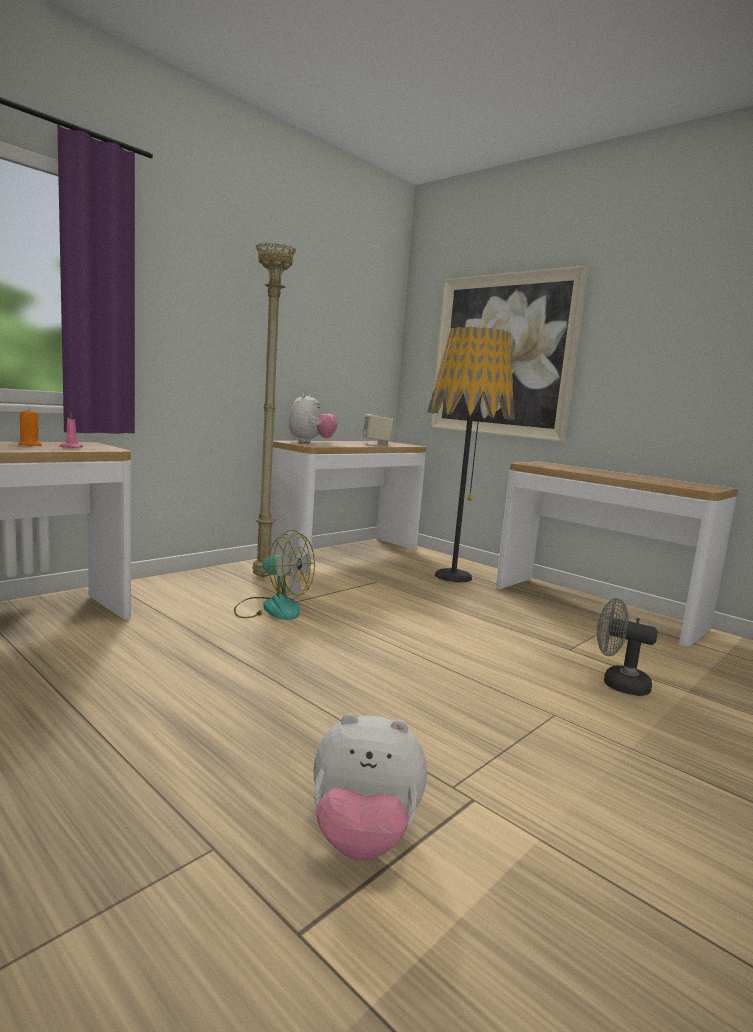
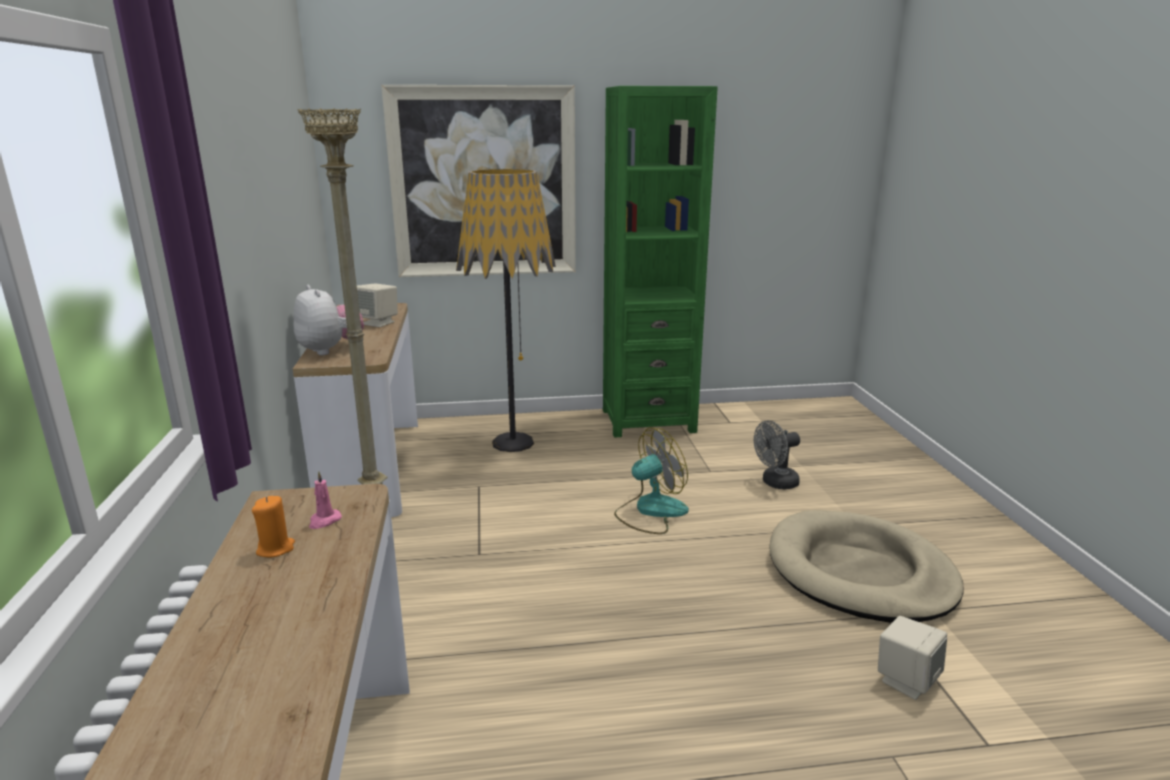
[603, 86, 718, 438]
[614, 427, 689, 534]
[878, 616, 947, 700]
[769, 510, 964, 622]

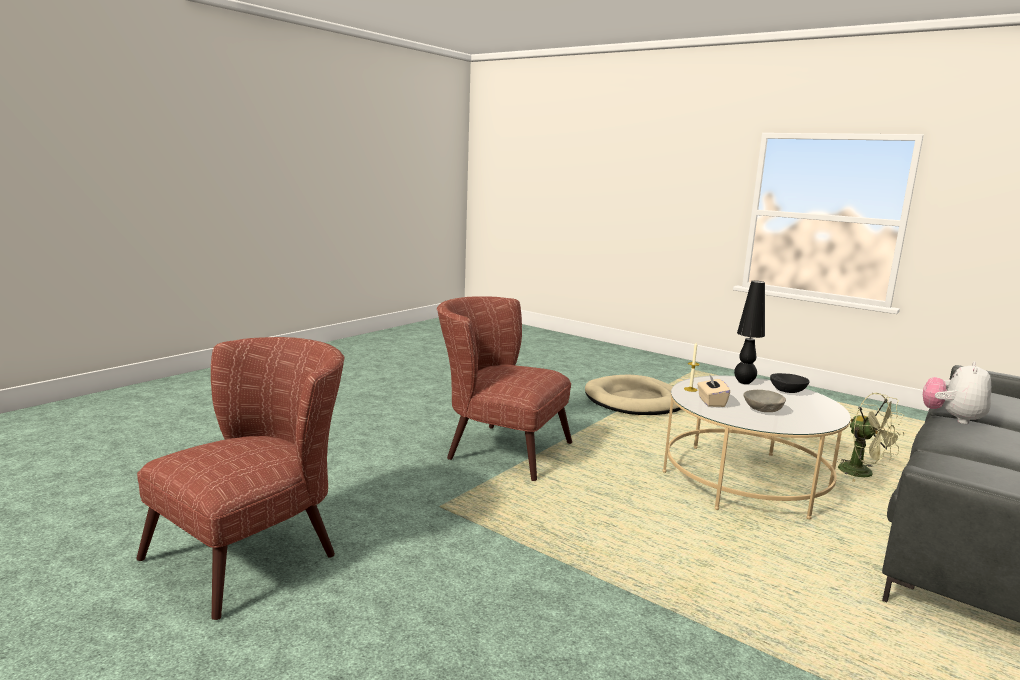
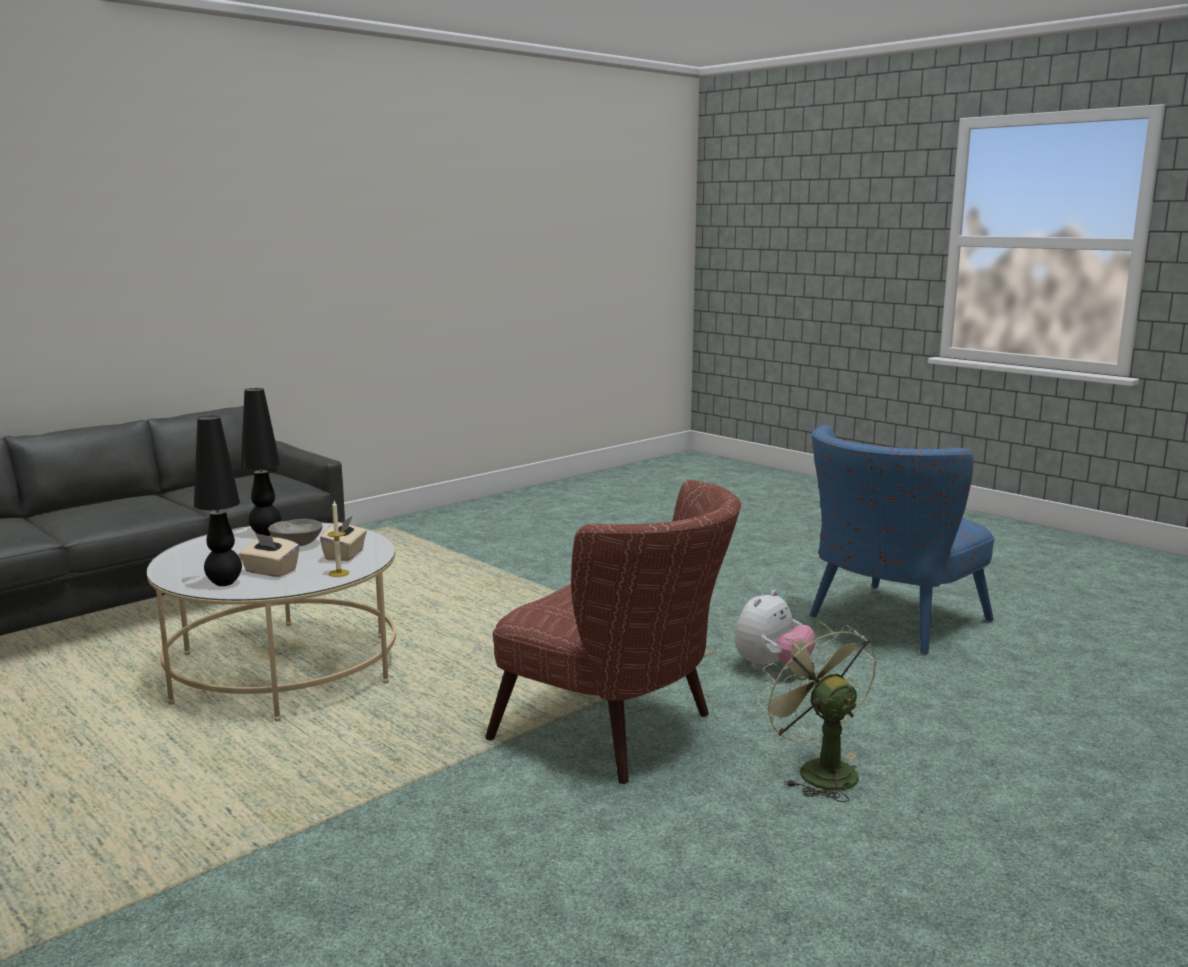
[810, 425, 995, 654]
[735, 590, 816, 670]
[770, 373, 810, 393] (first image)
[585, 374, 681, 415] (first image)
[757, 622, 877, 802]
[240, 388, 281, 536]
[239, 533, 300, 577]

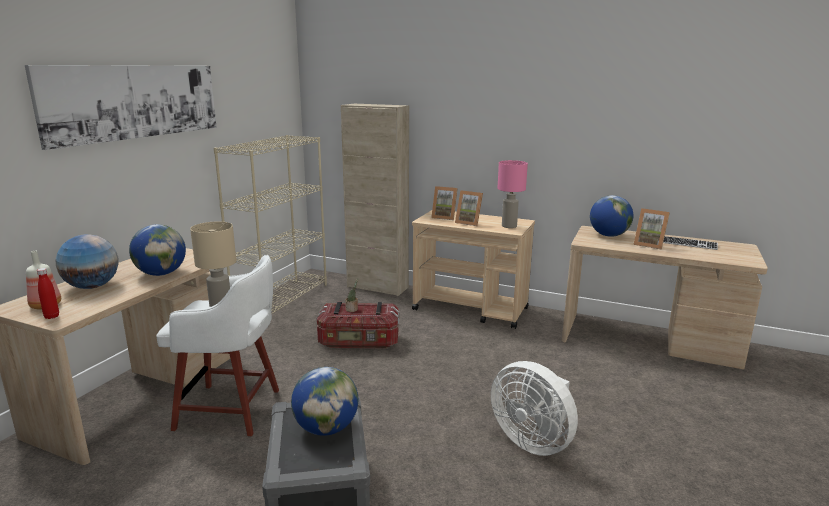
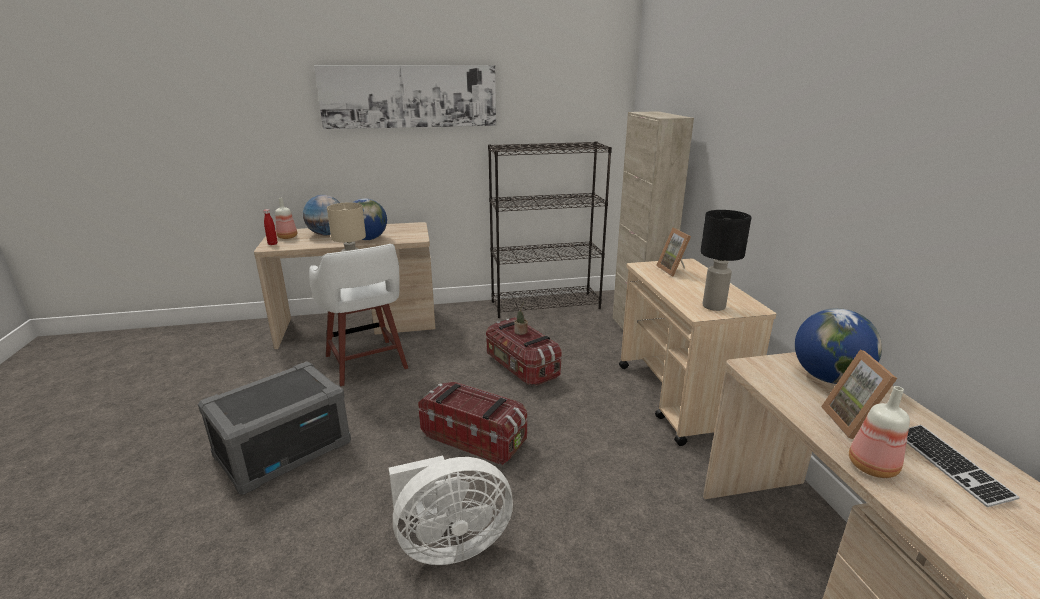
[488, 141, 612, 318]
[700, 210, 751, 311]
[455, 190, 483, 226] (first image)
[389, 456, 513, 565]
[291, 367, 358, 436] (first image)
[418, 382, 527, 465]
[849, 386, 910, 478]

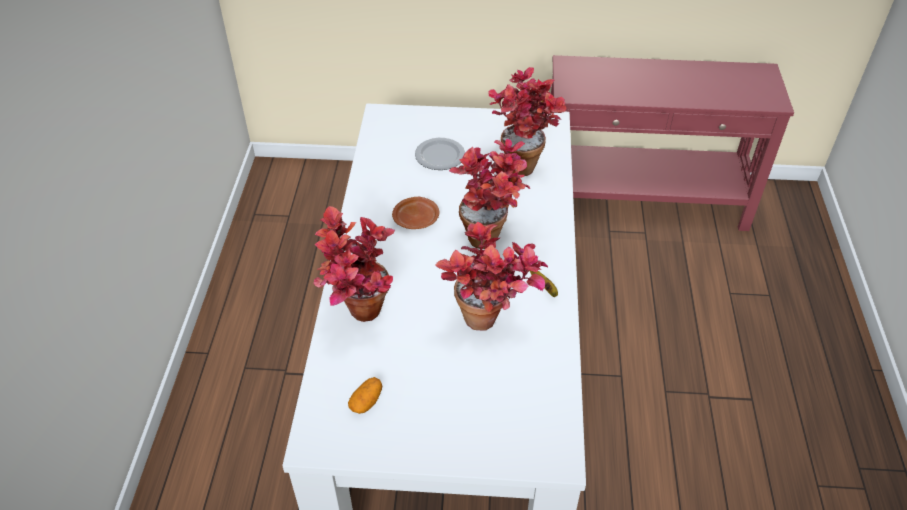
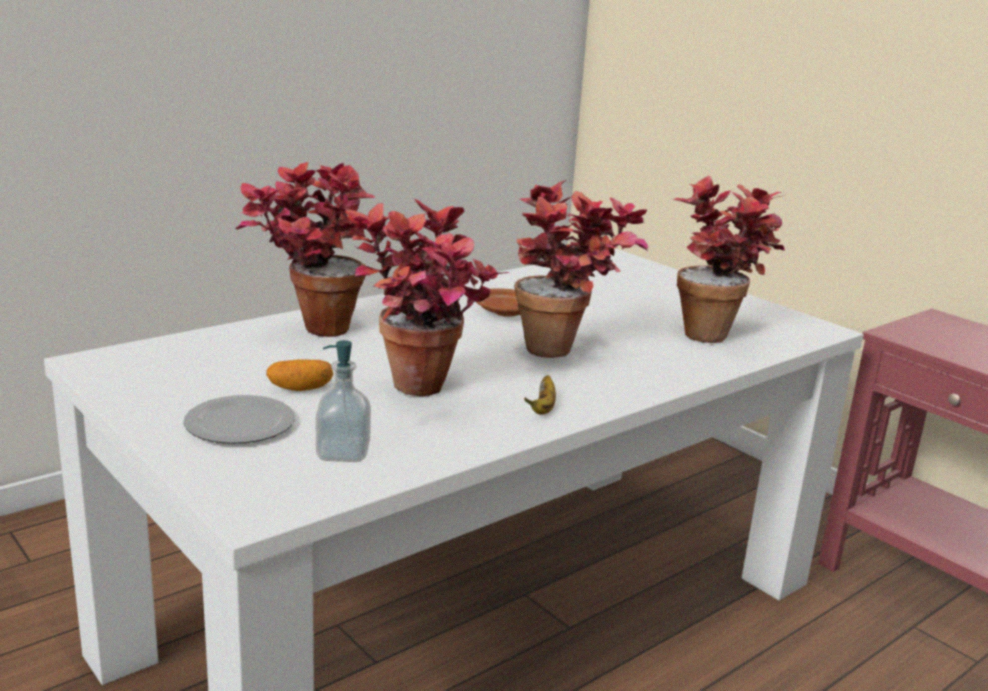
[183, 395, 295, 444]
[266, 359, 333, 391]
[316, 340, 371, 462]

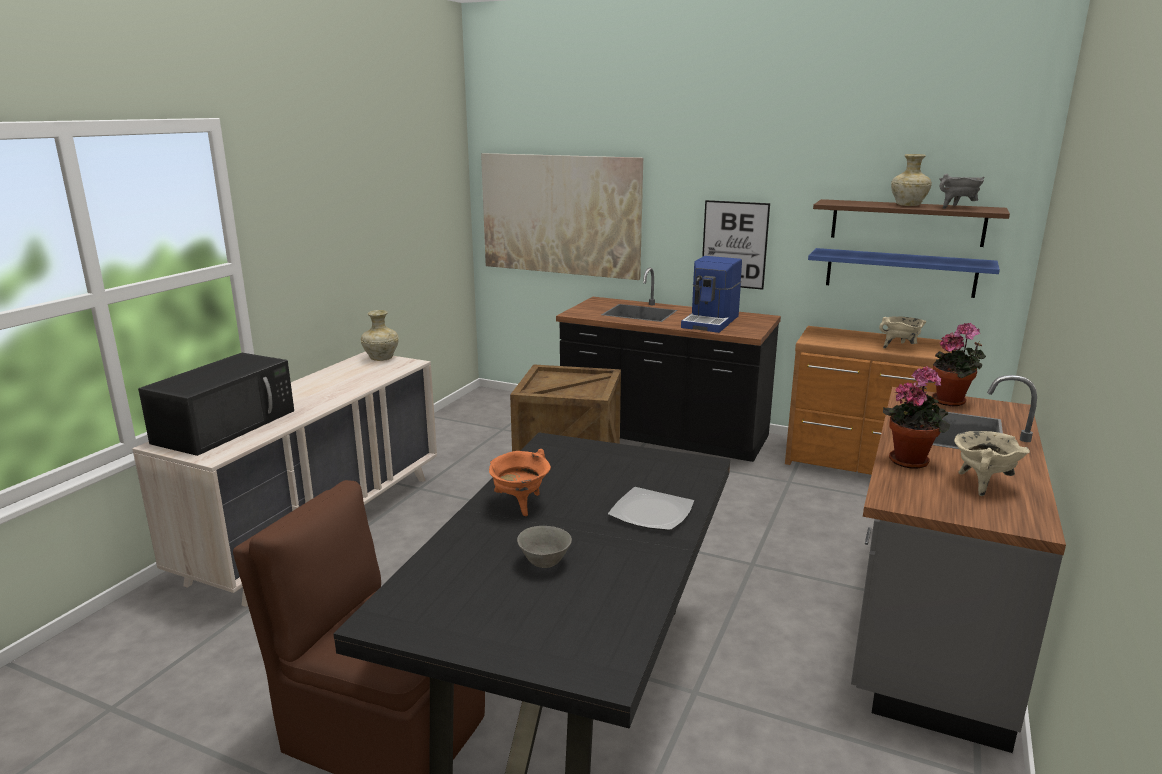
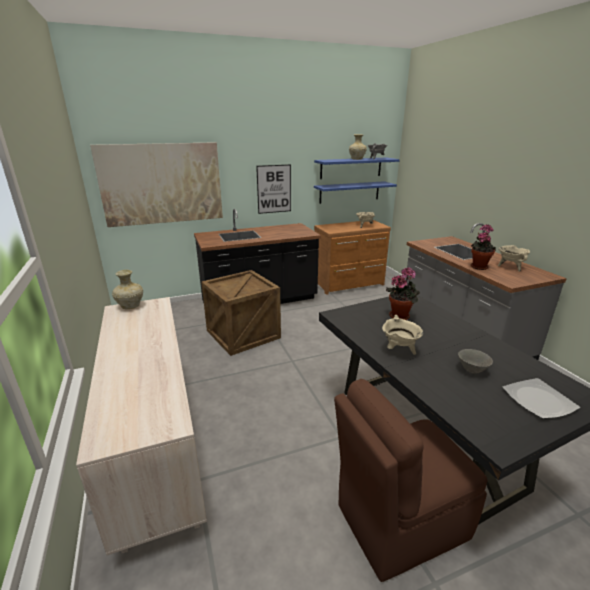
[314, 157, 400, 179]
[681, 256, 742, 333] (first image)
[386, 268, 420, 320]
[138, 353, 294, 456] (first image)
[382, 315, 423, 355]
[502, 378, 580, 419]

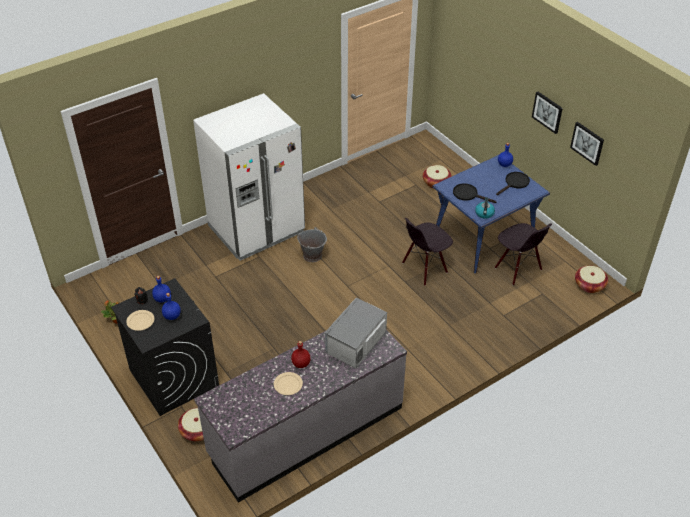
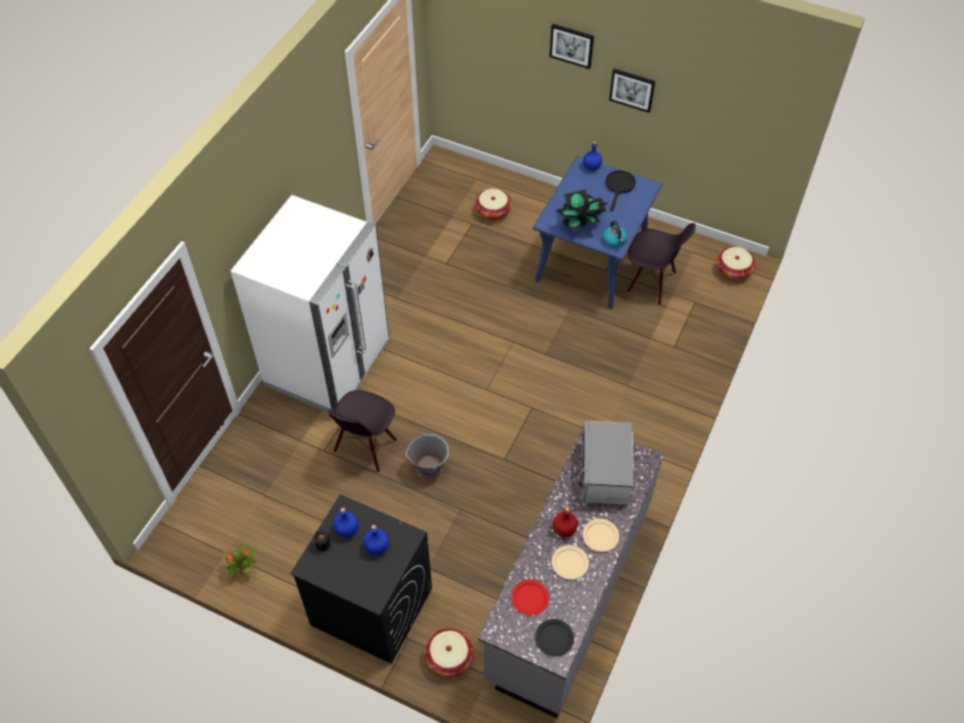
[549, 24, 594, 69]
[556, 189, 608, 232]
[328, 390, 397, 473]
[406, 432, 449, 480]
[583, 519, 619, 552]
[511, 580, 549, 615]
[535, 619, 574, 656]

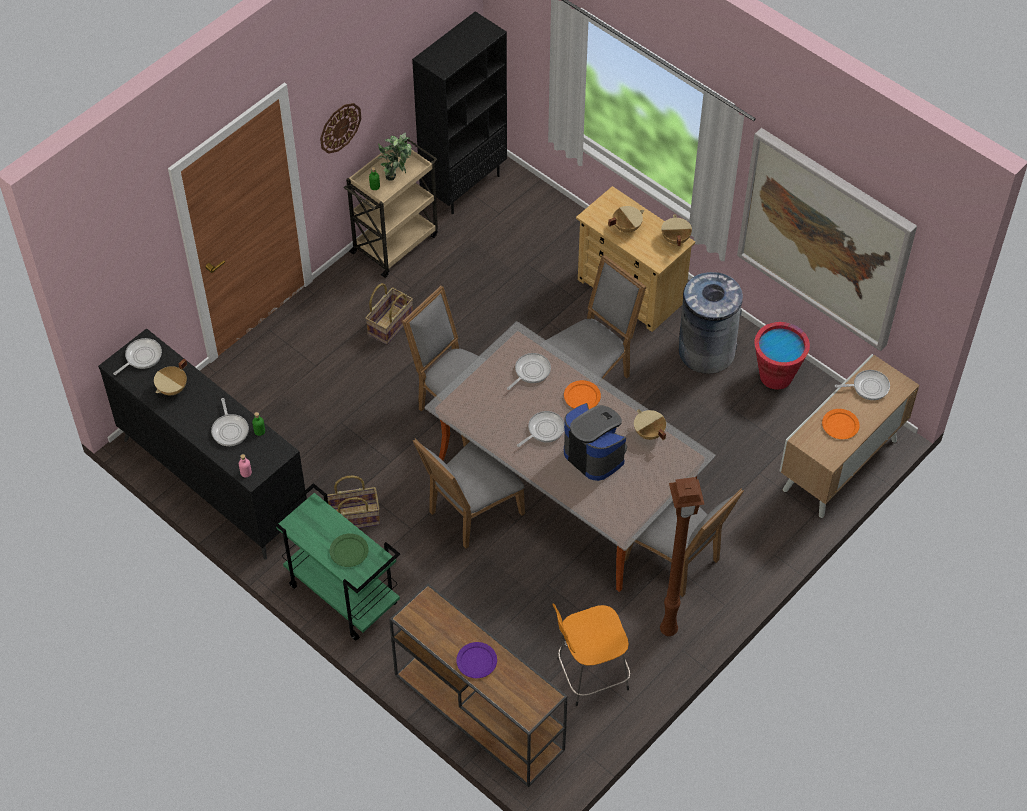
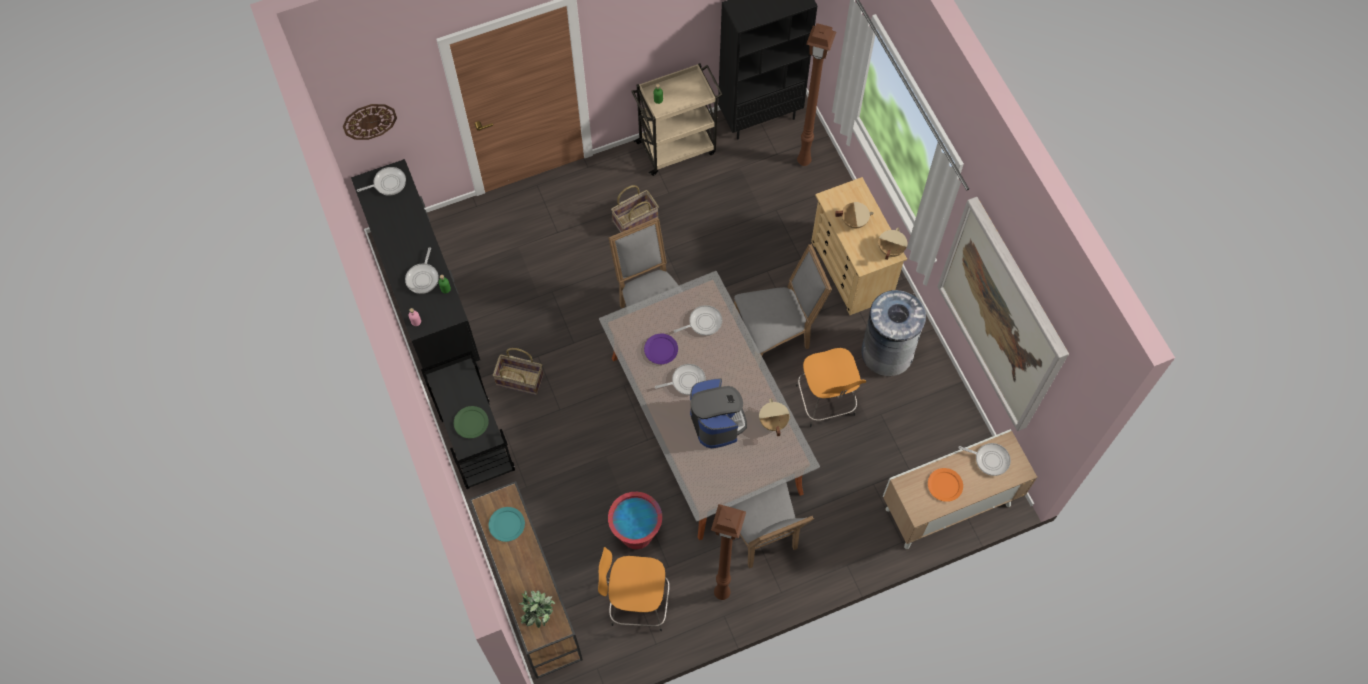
[343, 104, 397, 140]
[519, 590, 555, 628]
[608, 492, 662, 549]
[154, 359, 187, 395] (first image)
[564, 380, 601, 409] (first image)
[413, 439, 525, 549] (first image)
[421, 351, 515, 489]
[644, 334, 678, 364]
[797, 23, 836, 166]
[796, 348, 866, 427]
[489, 507, 525, 542]

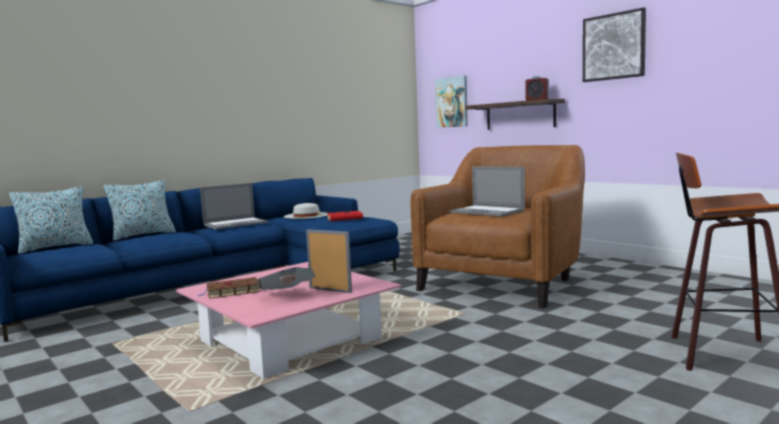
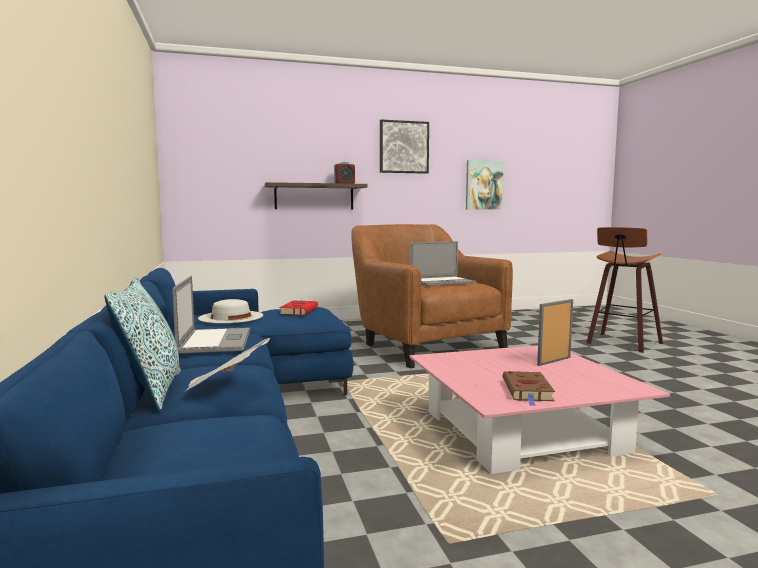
[466, 160, 504, 210]
[9, 186, 93, 254] (first image)
[186, 338, 270, 391]

